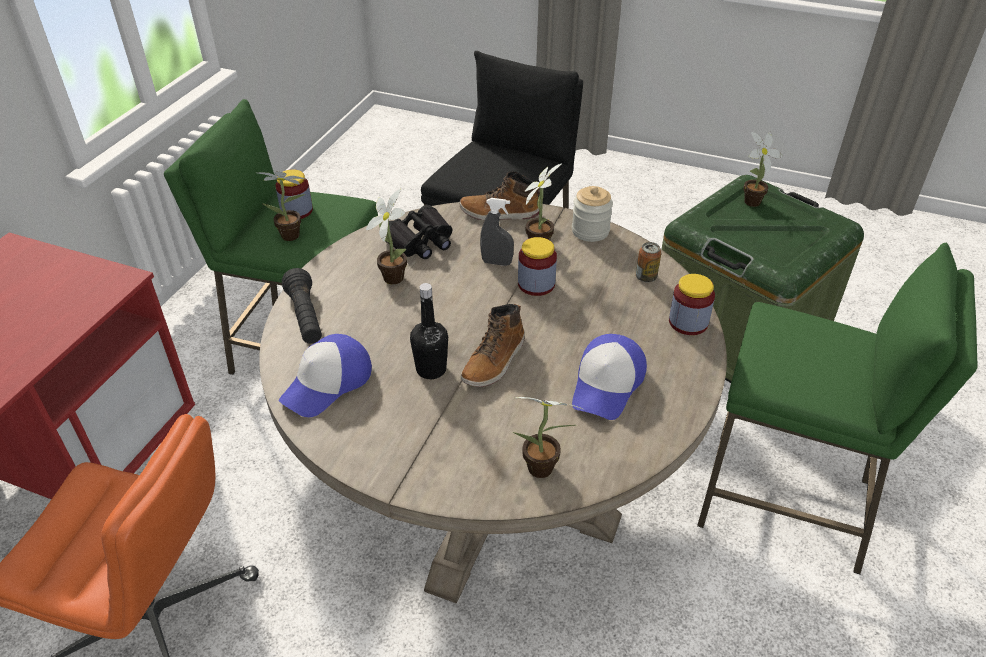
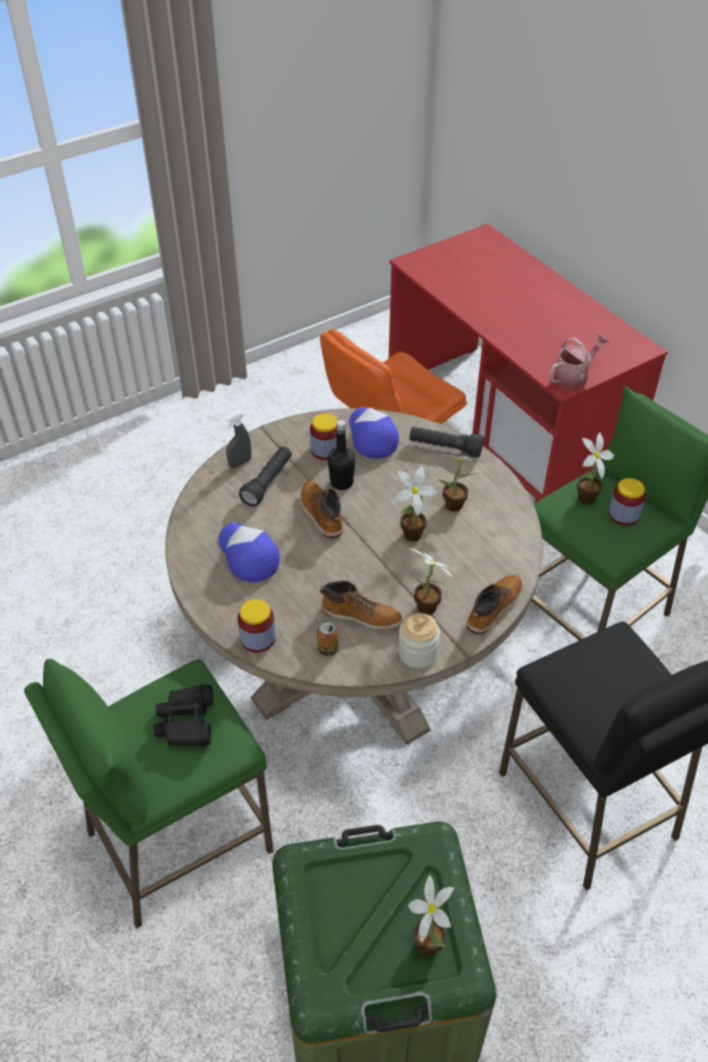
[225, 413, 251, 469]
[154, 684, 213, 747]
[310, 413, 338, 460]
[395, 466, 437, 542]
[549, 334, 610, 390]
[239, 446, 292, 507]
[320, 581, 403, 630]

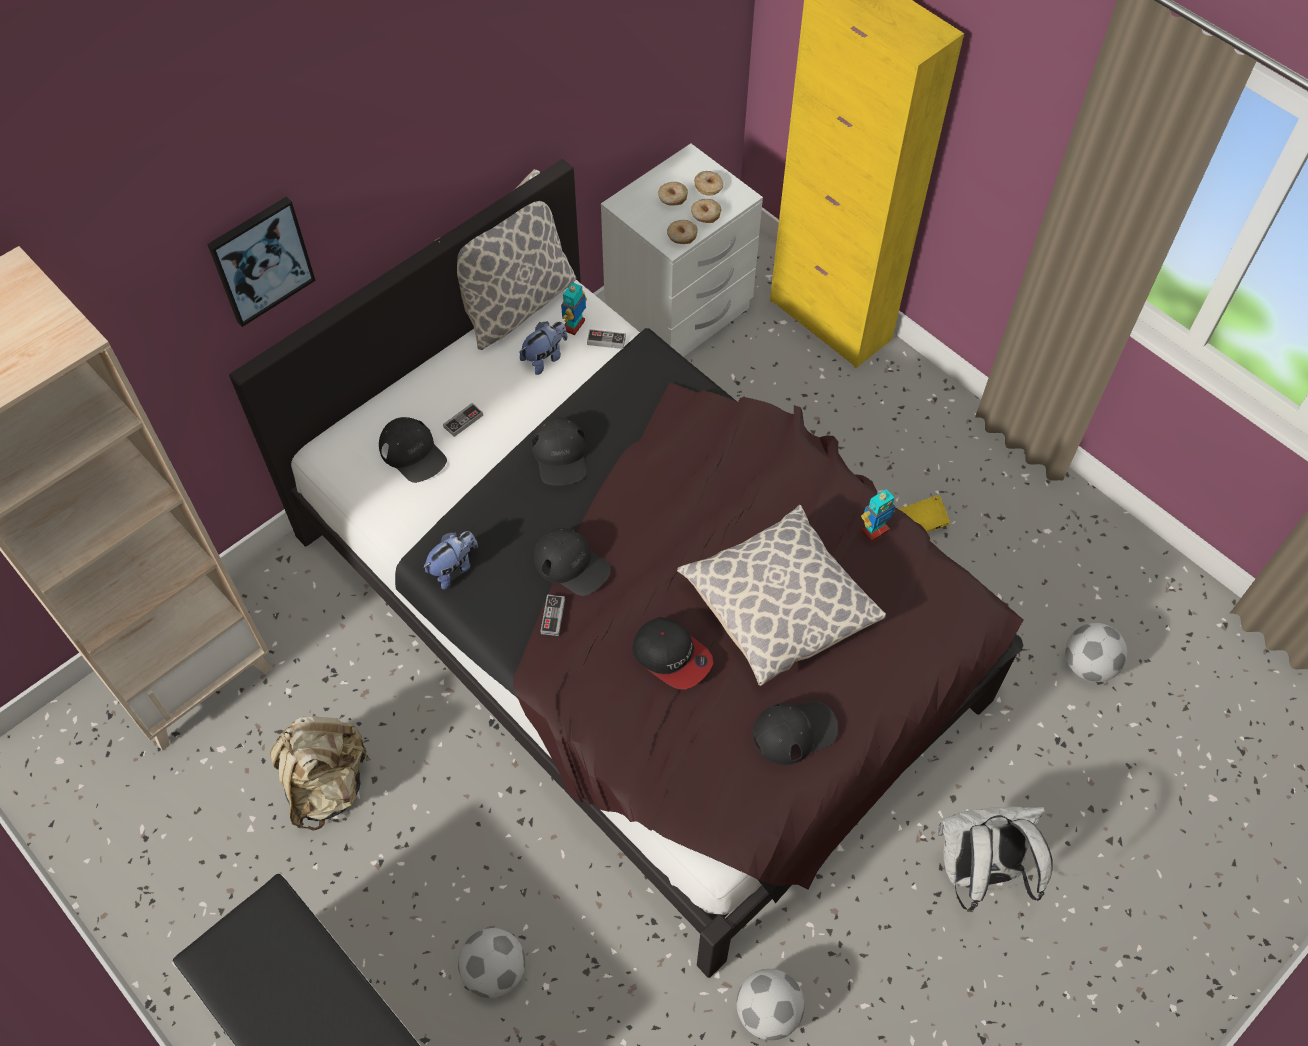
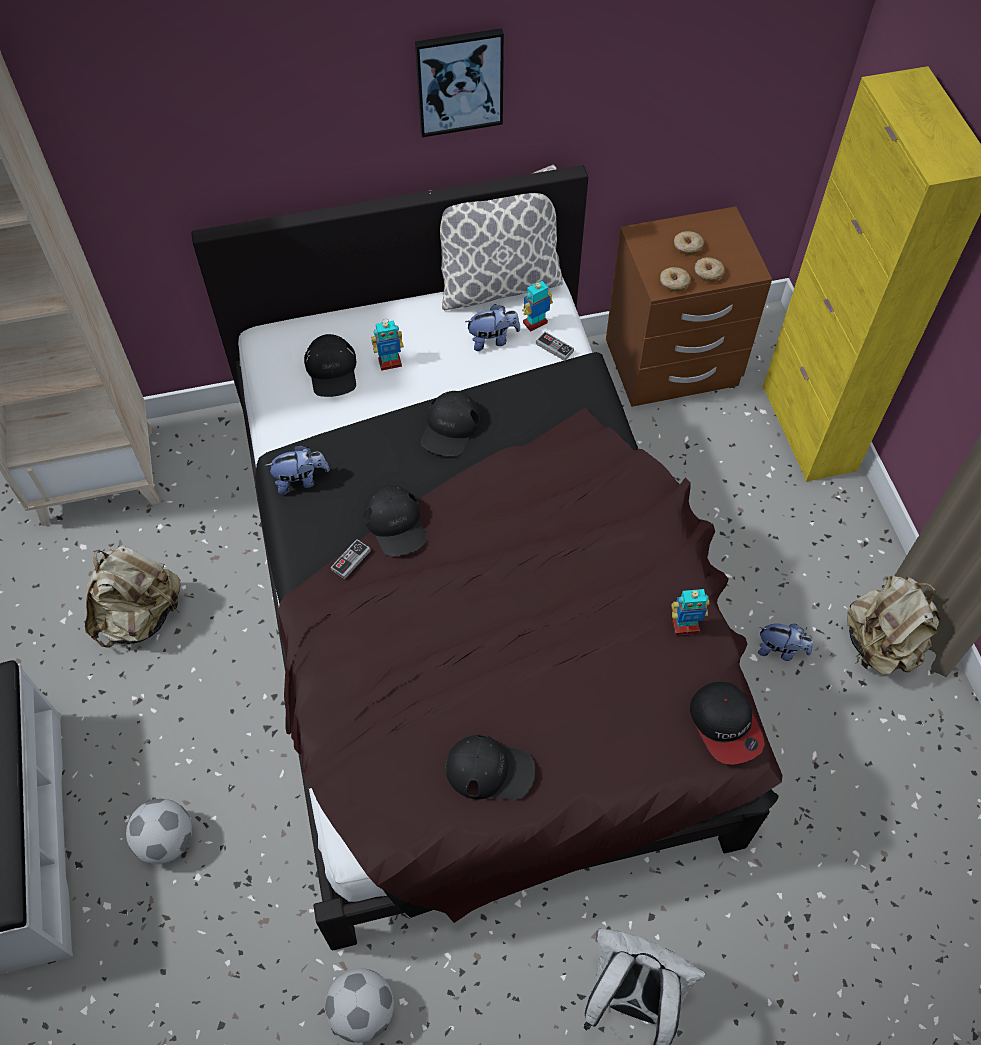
[606, 207, 772, 407]
[694, 171, 724, 196] (first image)
[415, 28, 504, 137]
[371, 319, 404, 371]
[758, 624, 813, 661]
[677, 505, 886, 686] (first image)
[690, 682, 765, 765]
[1065, 623, 1127, 682] (first image)
[847, 576, 941, 674]

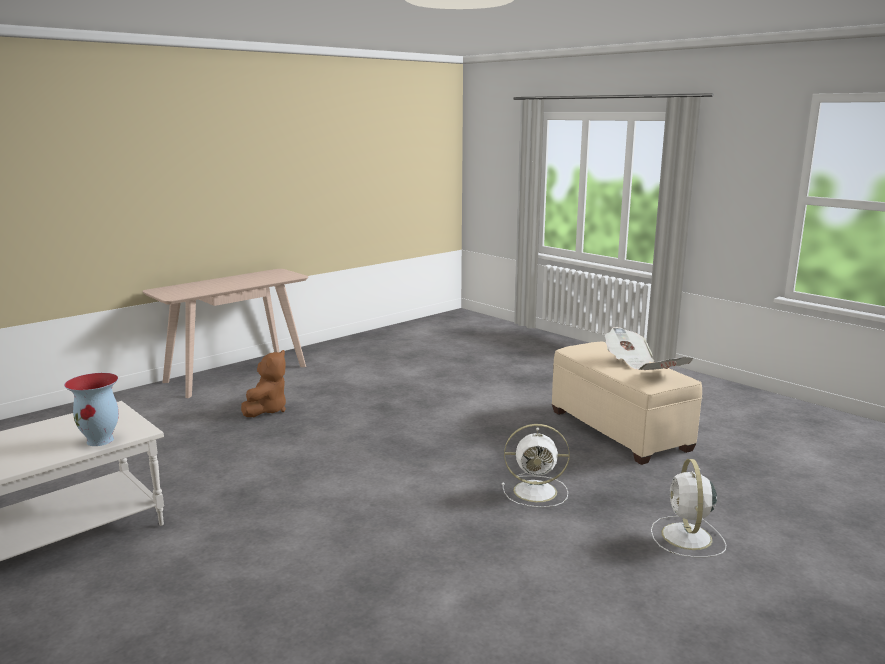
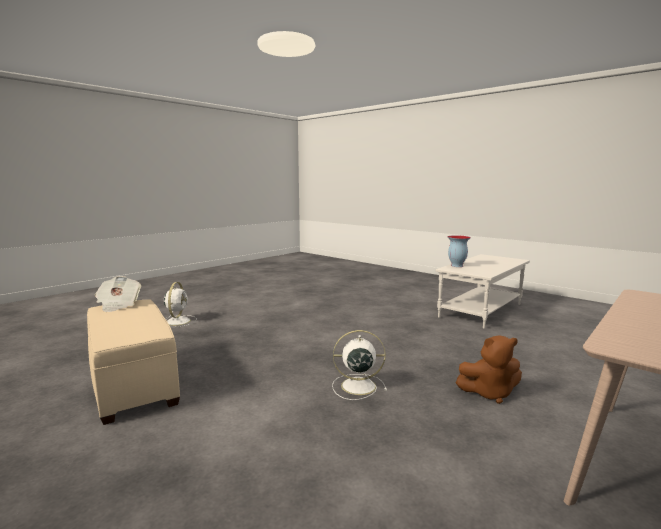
[605, 327, 654, 369] (first image)
[456, 335, 522, 404]
[332, 330, 387, 400]

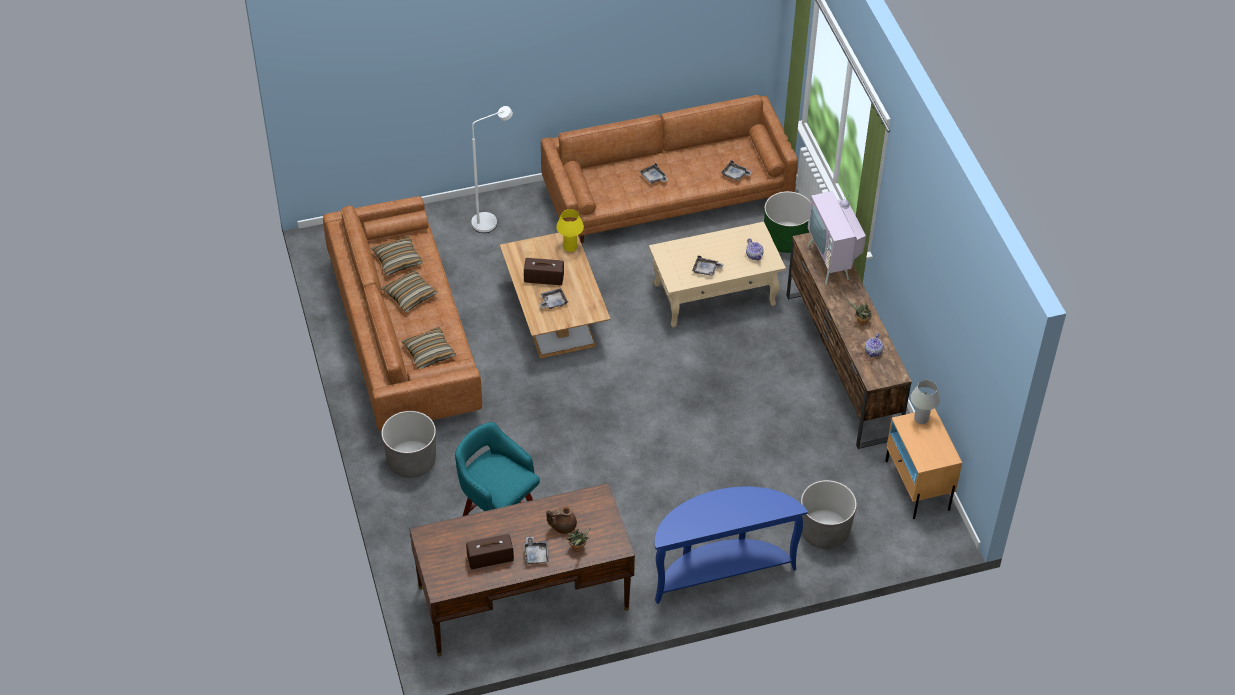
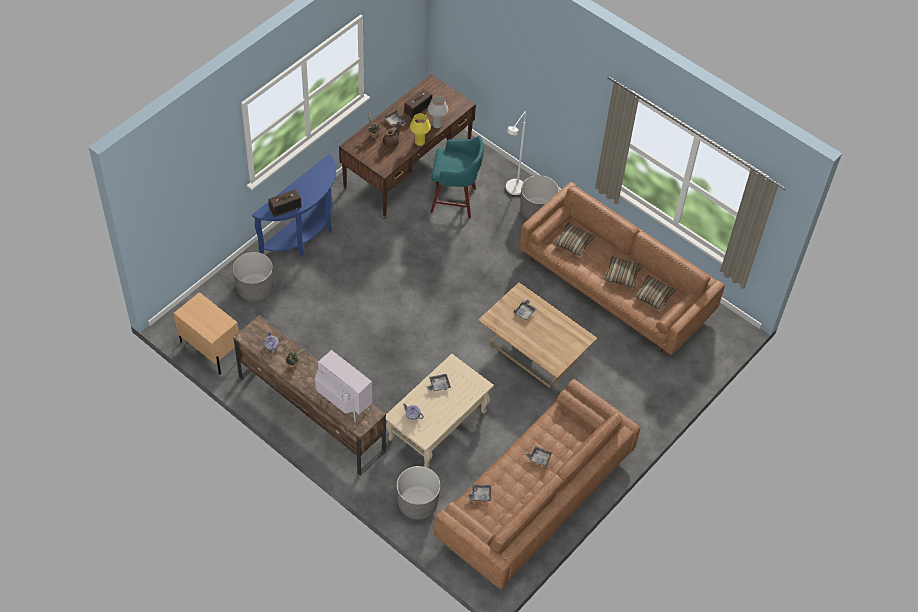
[506, 112, 526, 196]
[397, 466, 440, 520]
[410, 113, 431, 146]
[268, 189, 302, 217]
[428, 96, 448, 128]

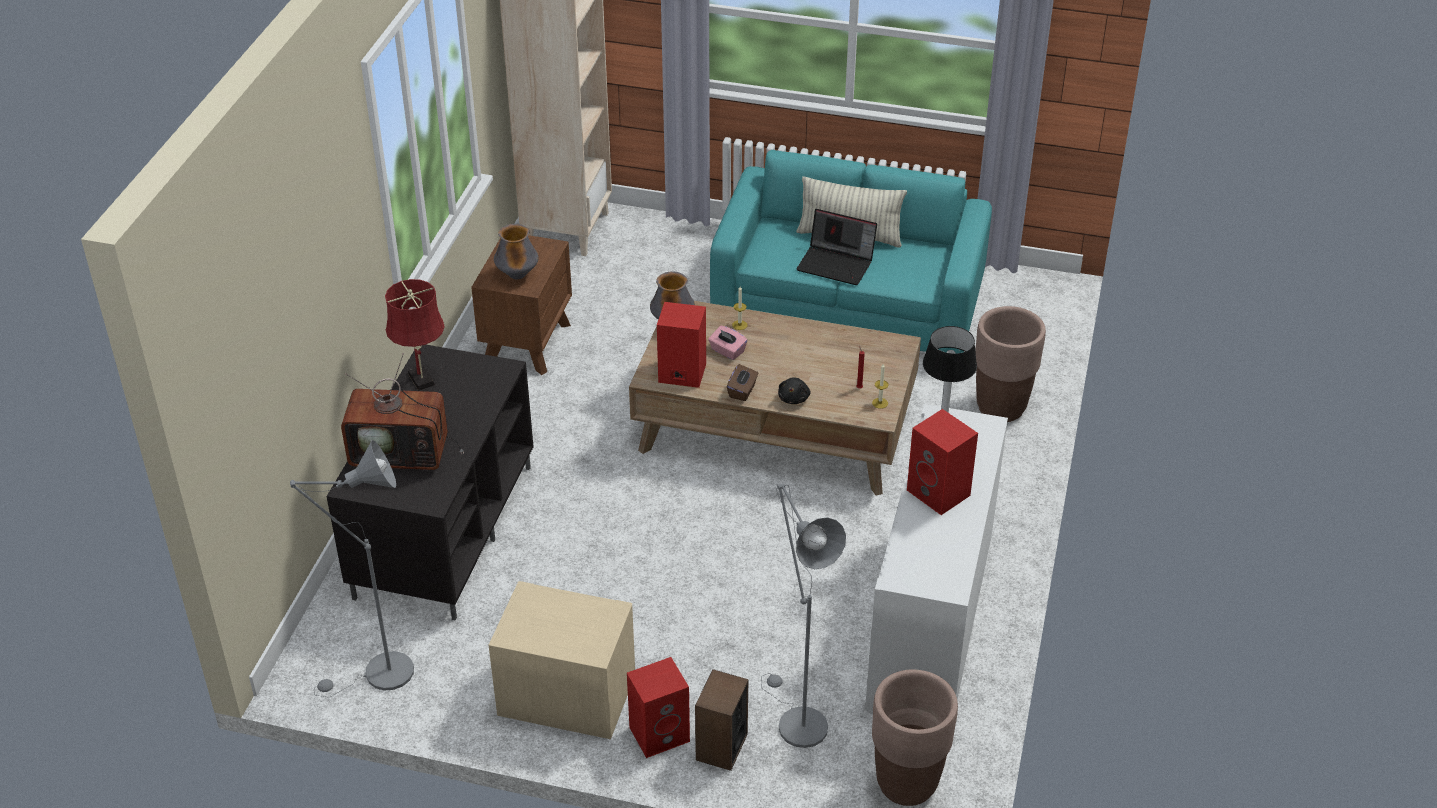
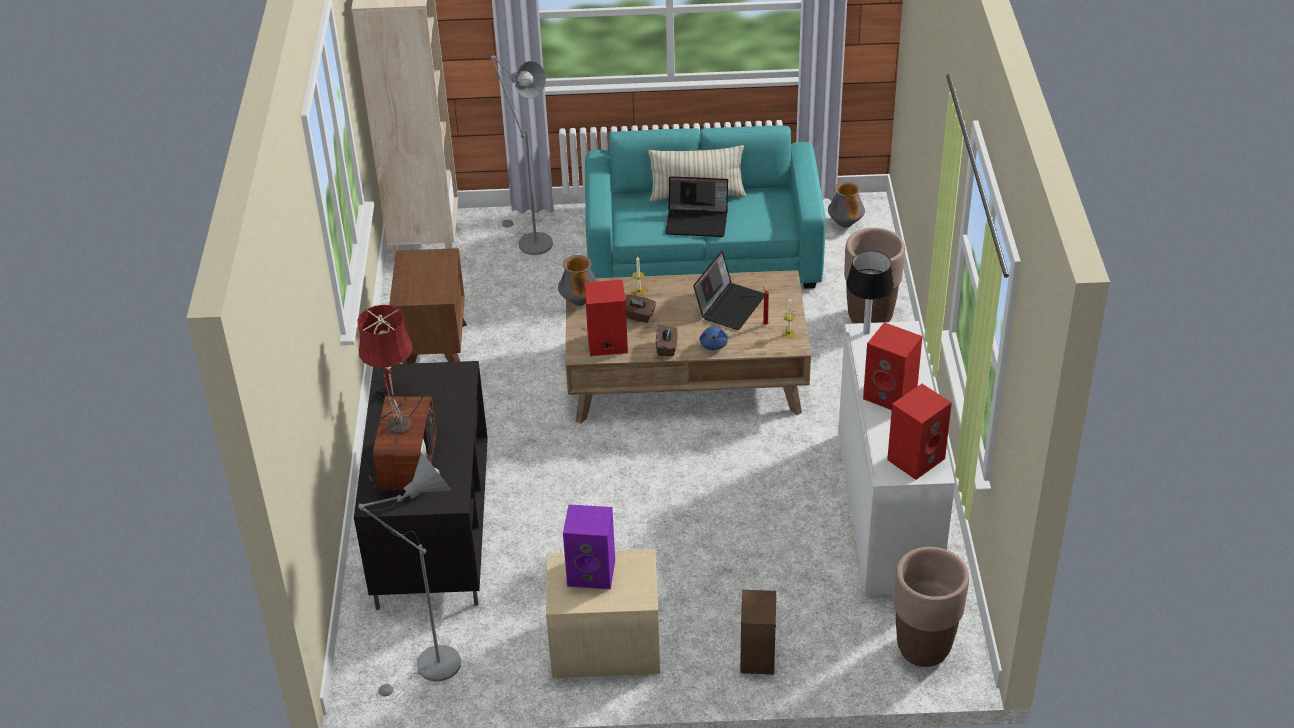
[828, 181, 865, 228]
[625, 295, 656, 323]
[369, 373, 436, 491]
[699, 326, 728, 350]
[490, 55, 553, 255]
[887, 384, 952, 480]
[693, 251, 764, 330]
[563, 504, 615, 589]

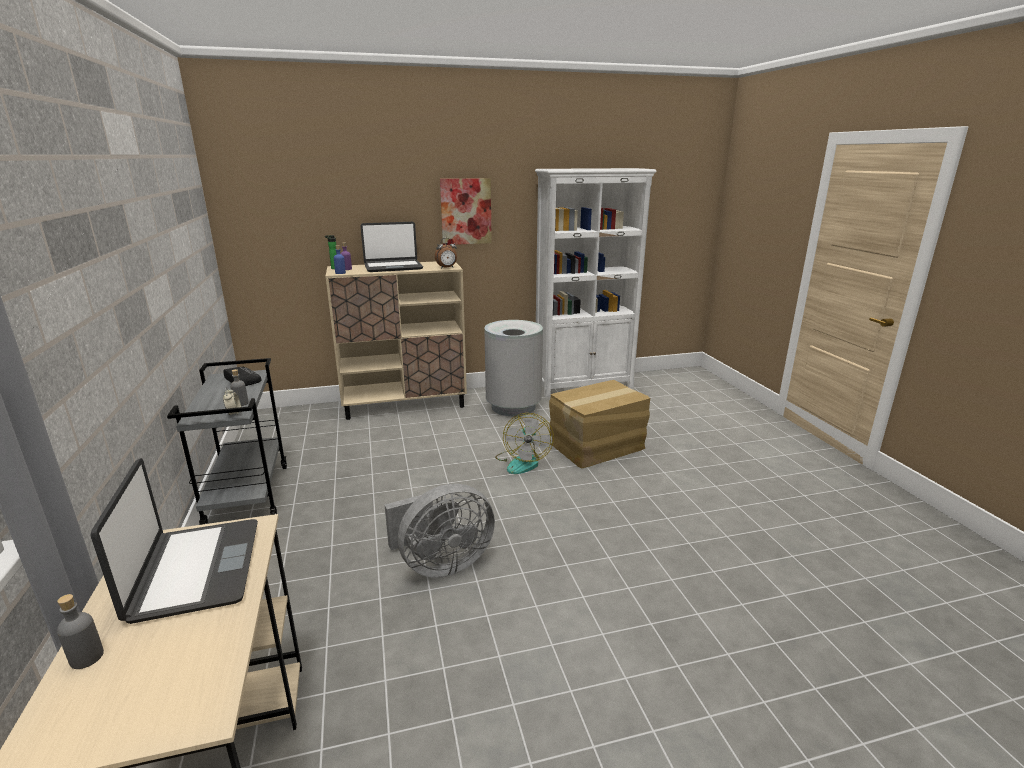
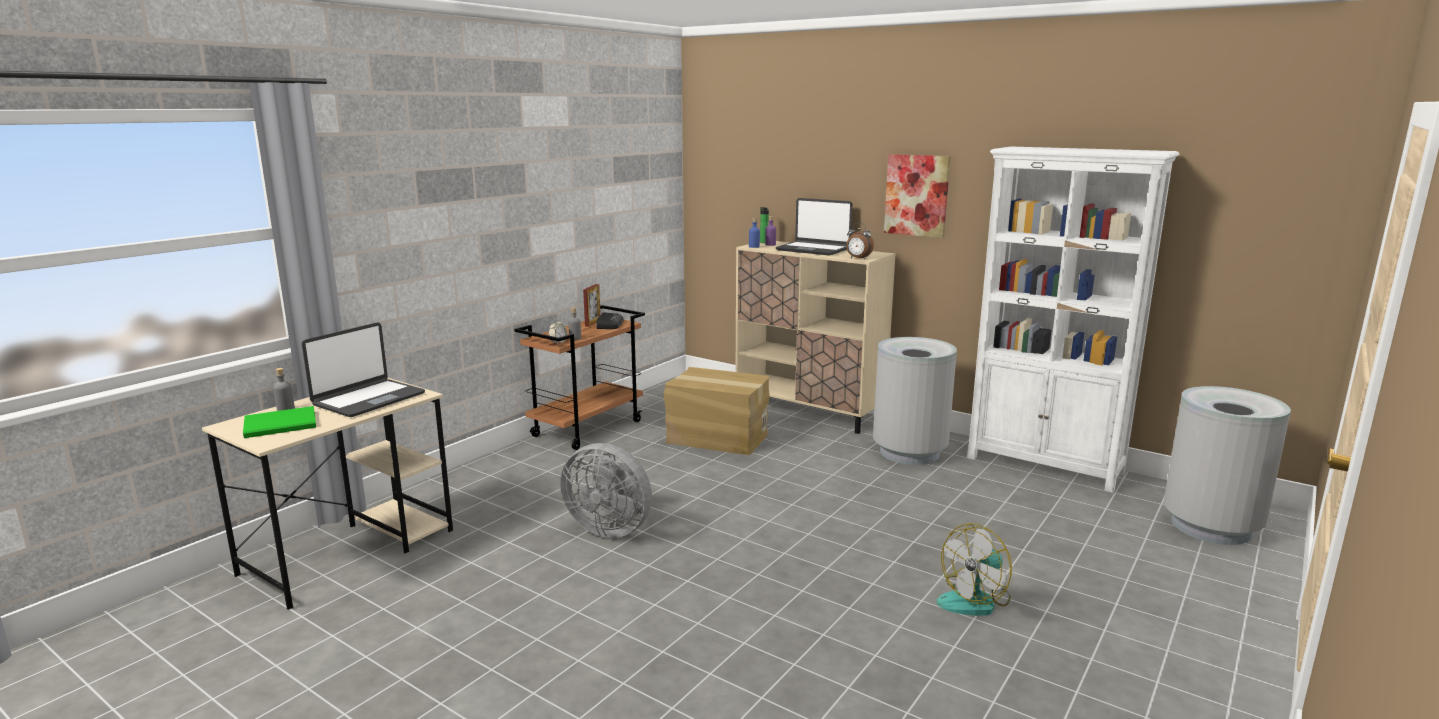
[514, 305, 645, 450]
[664, 367, 770, 455]
[937, 523, 1012, 616]
[583, 284, 601, 327]
[1164, 386, 1291, 545]
[243, 406, 316, 438]

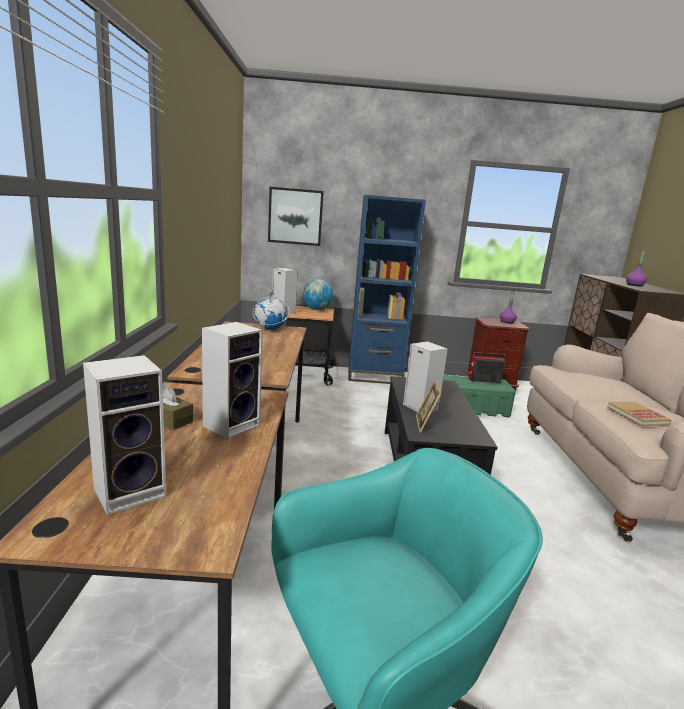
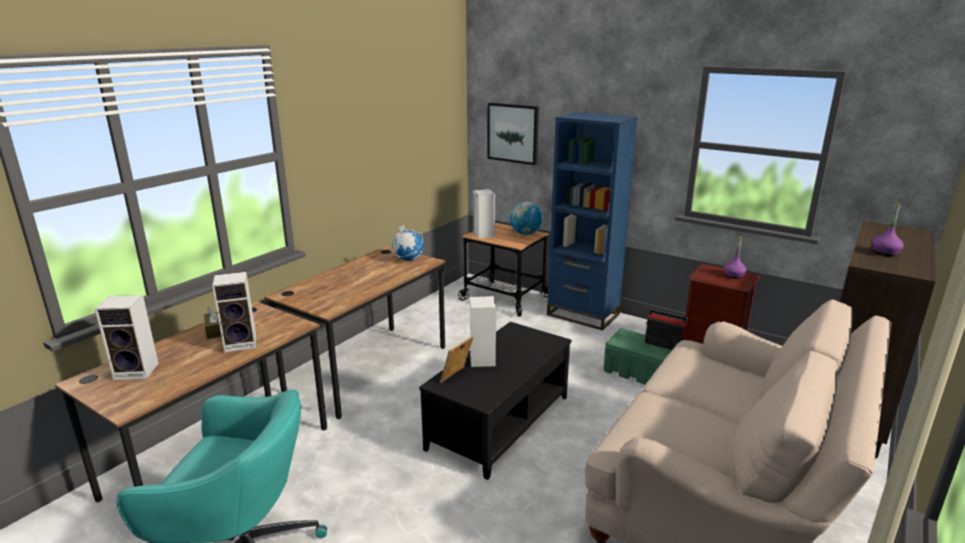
[607, 402, 672, 426] (first image)

